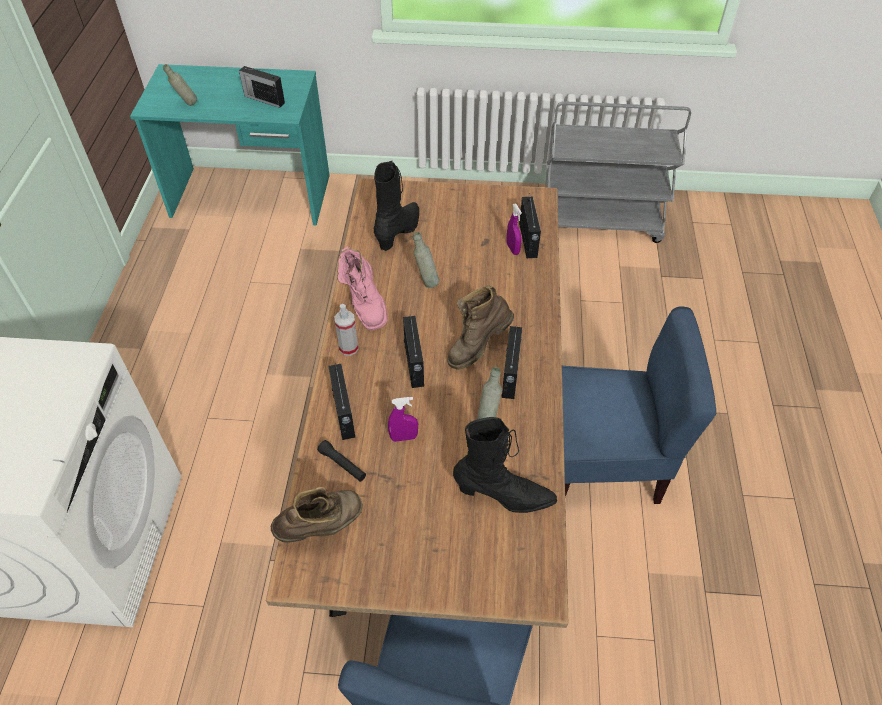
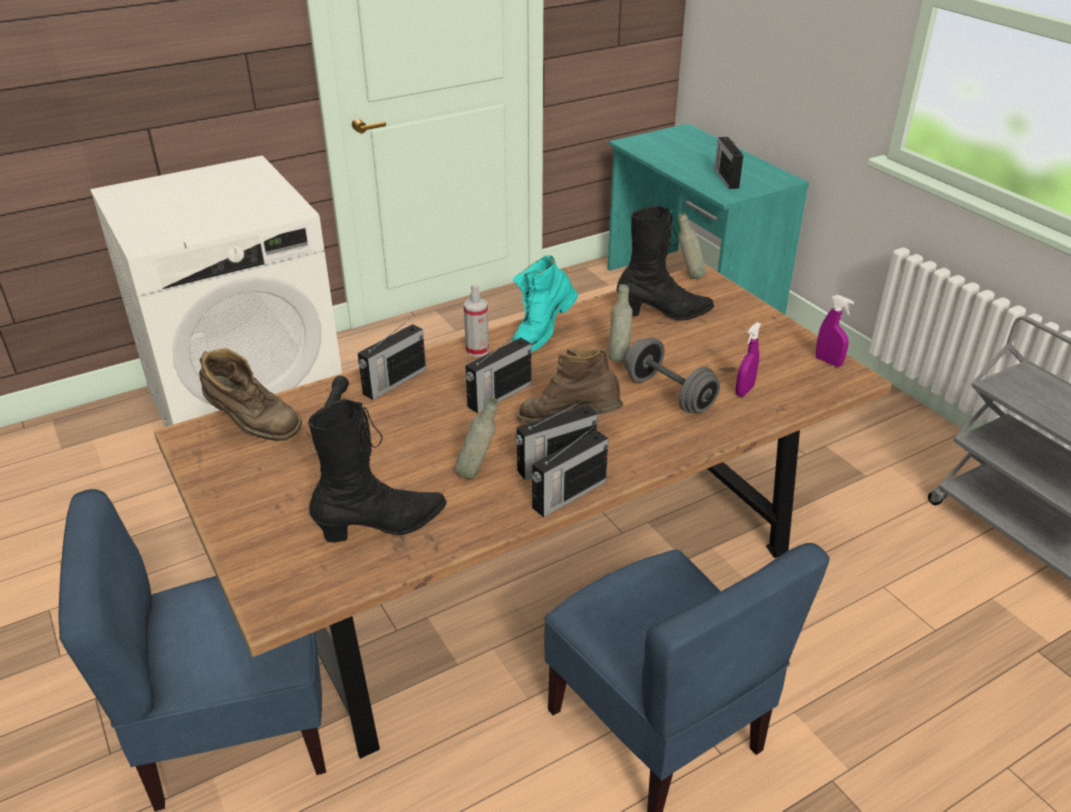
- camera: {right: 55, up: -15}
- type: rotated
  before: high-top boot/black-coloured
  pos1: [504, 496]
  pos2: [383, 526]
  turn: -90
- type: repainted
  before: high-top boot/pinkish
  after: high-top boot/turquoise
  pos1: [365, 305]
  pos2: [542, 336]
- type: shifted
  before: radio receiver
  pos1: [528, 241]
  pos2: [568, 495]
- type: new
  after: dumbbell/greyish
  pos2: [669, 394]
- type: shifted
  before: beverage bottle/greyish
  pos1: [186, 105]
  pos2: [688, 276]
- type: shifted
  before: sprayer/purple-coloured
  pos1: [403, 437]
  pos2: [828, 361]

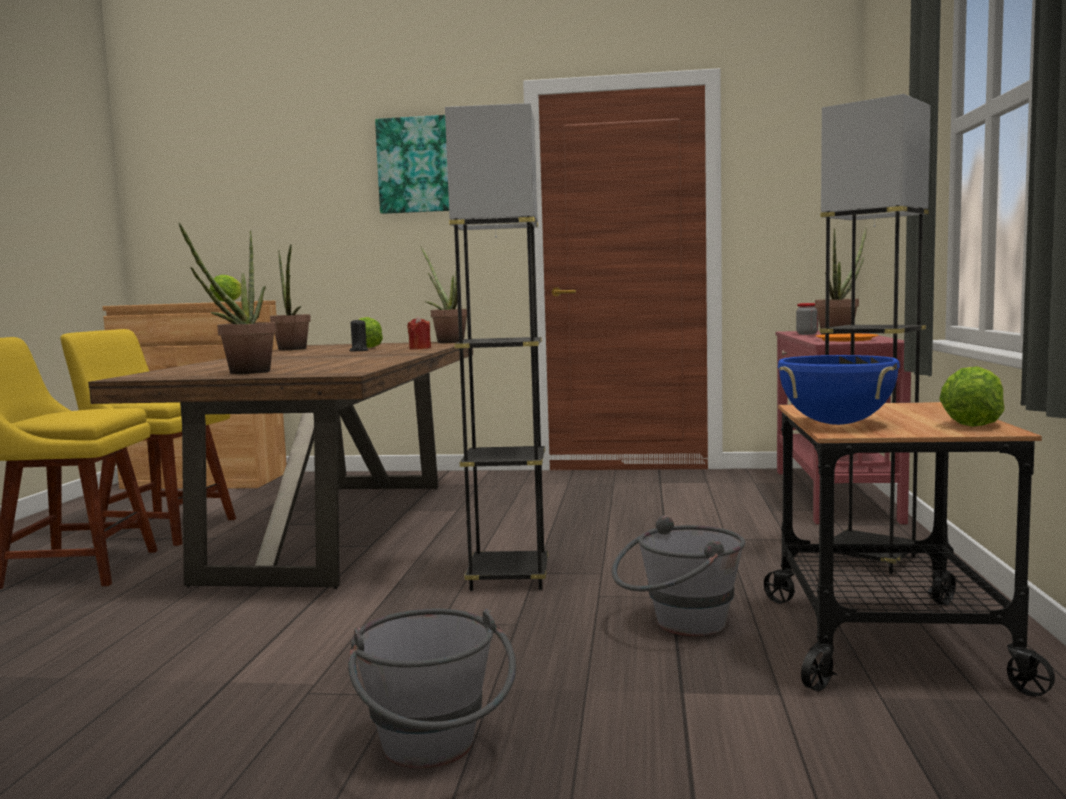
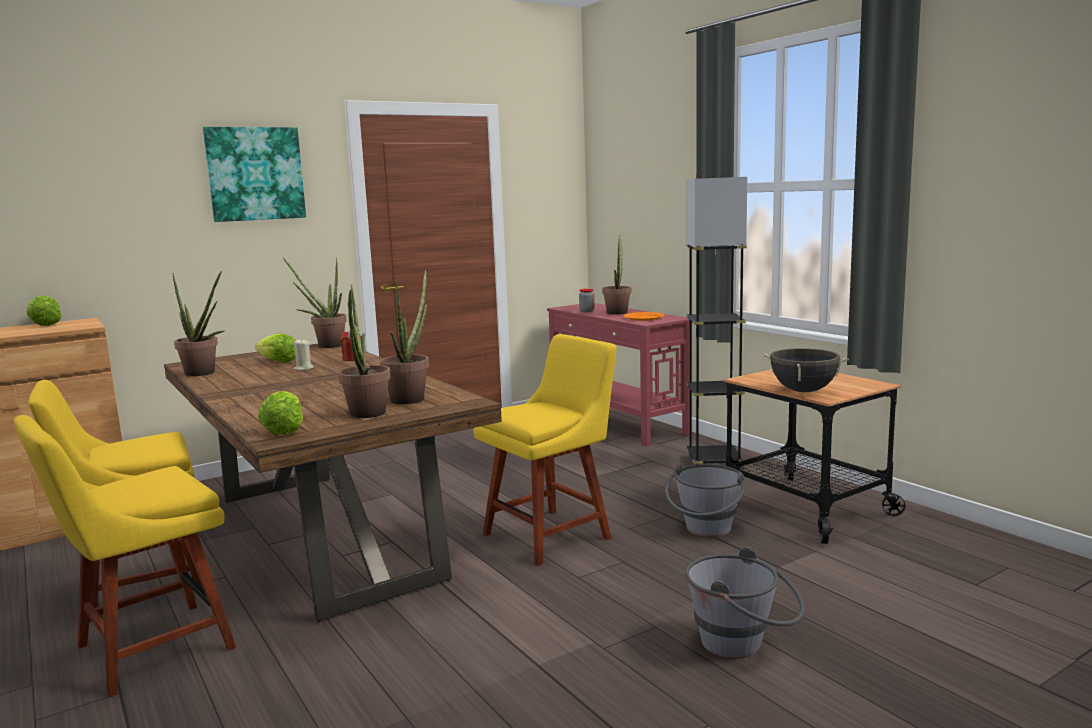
- camera: {right: -40, up: 5}
- type: shifted
  before: lettuce
  pos1: [973, 423]
  pos2: [284, 431]
- type: repainted
  before: candle/black-coloured
  after: candle/sand-coloured
  pos1: [359, 351]
  pos2: [303, 369]
- type: new
  after: potted plant
  pos2: [411, 398]
- type: swapped
  before: floor lamp/greyish
  after: upright chair/yellow-coloured
  pos1: [508, 578]
  pos2: [551, 534]
- type: repainted
  before: stockpot/blue
  after: stockpot/black-coloured
  pos1: [836, 423]
  pos2: [803, 391]

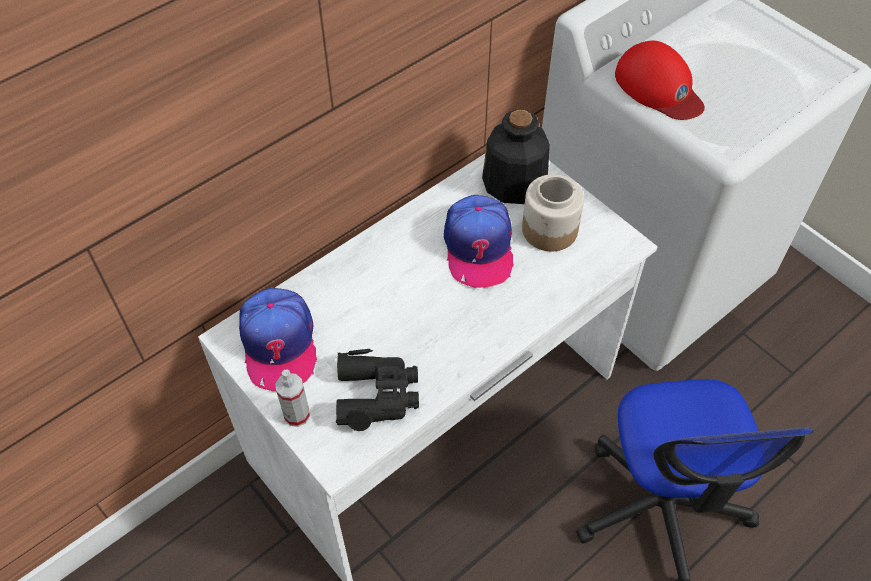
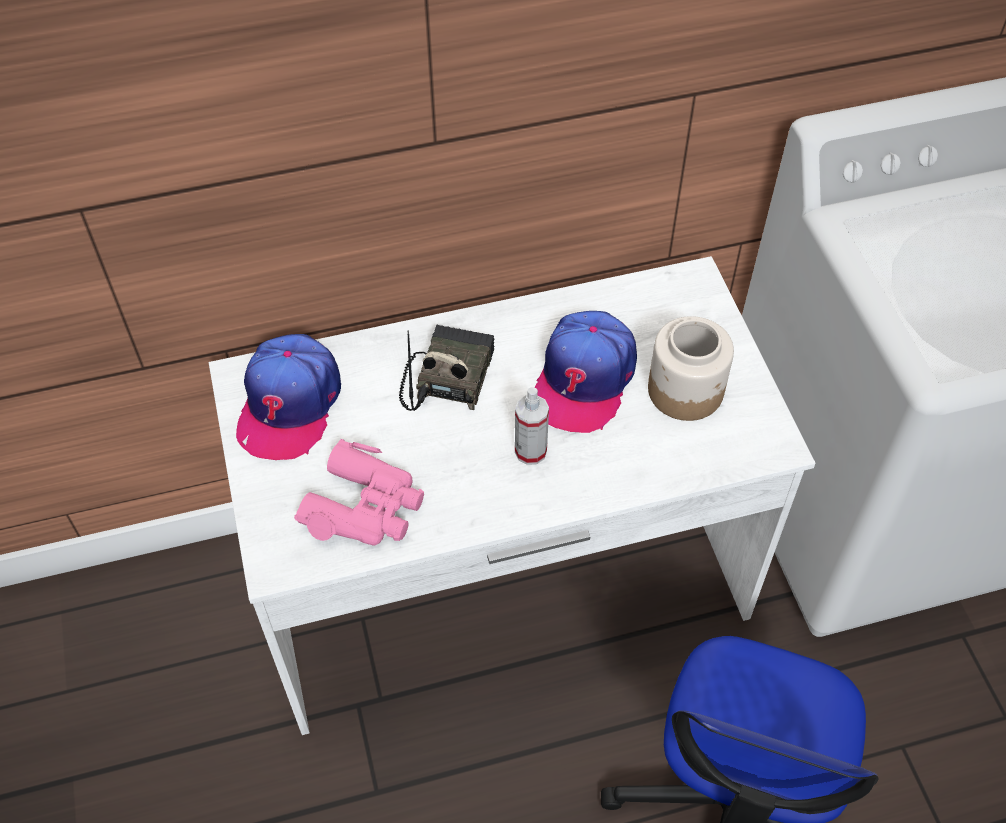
- camera: {right: 25, up: 0}
- type: repainted
  before: field glasses/black-coloured
  after: field glasses/pinkish
  pos1: [377, 394]
  pos2: [365, 506]
- type: new
  after: radio receiver
  pos2: [447, 377]
- type: shifted
  before: sprayer
  pos1: [297, 415]
  pos2: [530, 451]
- type: gone
  before: beverage bottle
  pos1: [514, 182]
- type: gone
  before: cap/red-coloured
  pos1: [658, 88]

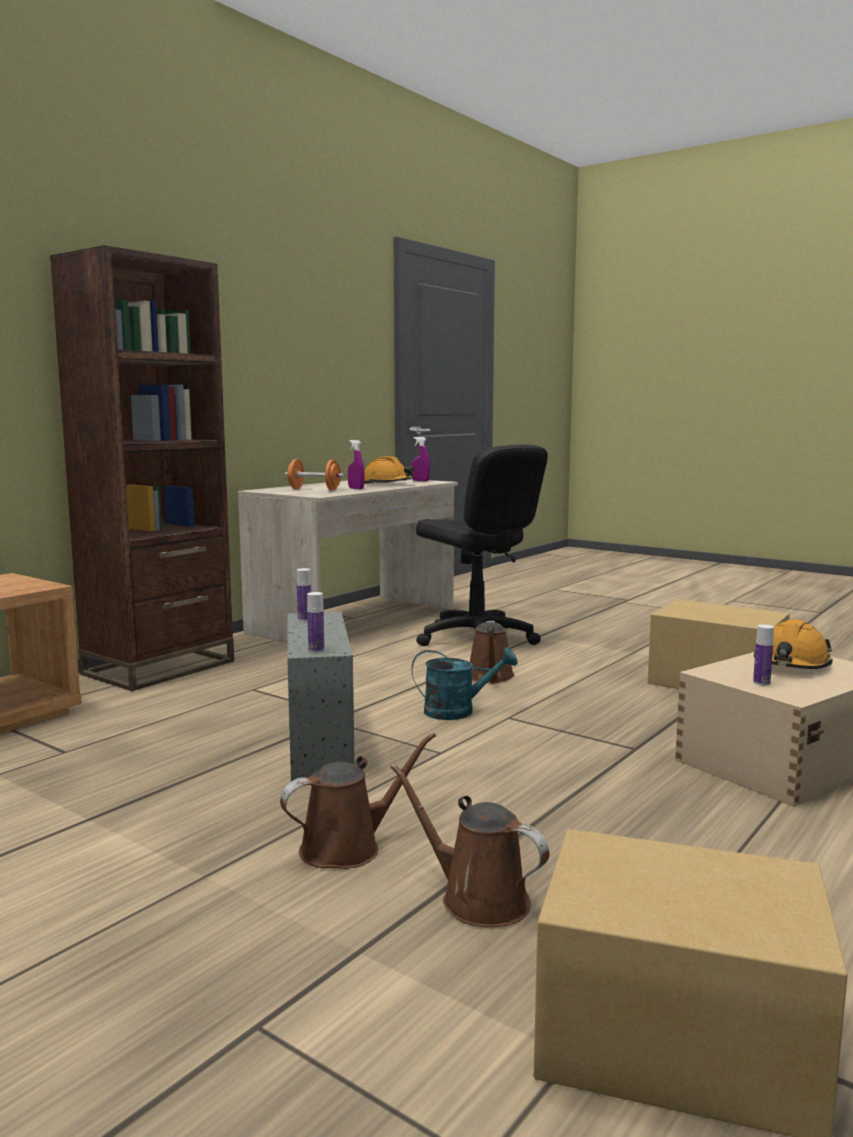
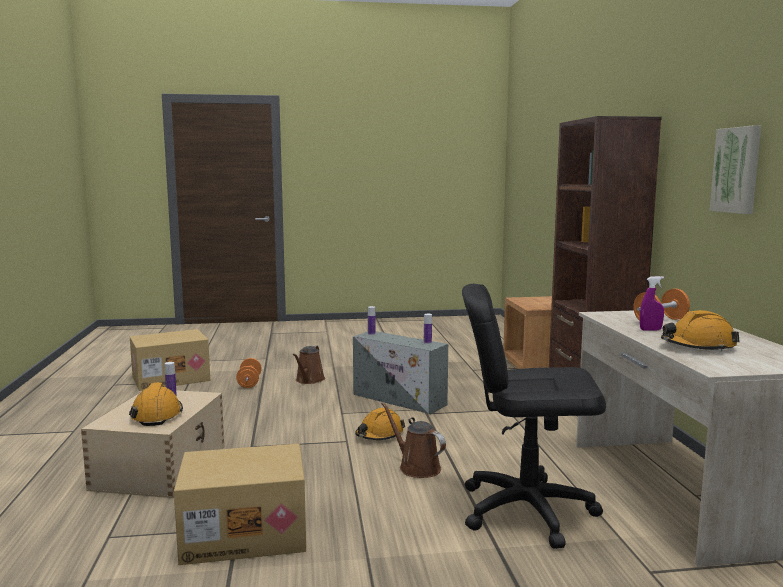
- camera: {right: 135, up: 0}
- type: swapped
  before: watering can/brown
  after: dumbbell/orange
  pos1: [477, 899]
  pos2: [249, 383]
- type: swapped
  before: watering can/turquoise
  after: work helmet/orange
  pos1: [458, 711]
  pos2: [379, 435]
- type: new
  after: wall art
  pos2: [737, 170]
- type: gone
  before: sprayer/purple-coloured
  pos1: [420, 481]

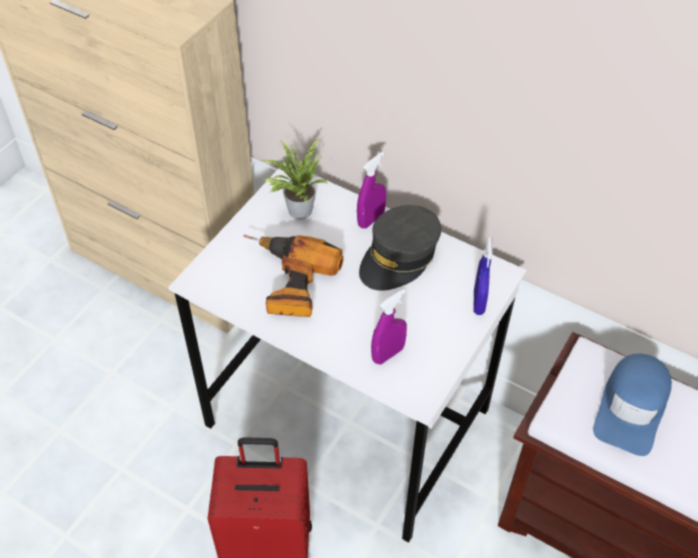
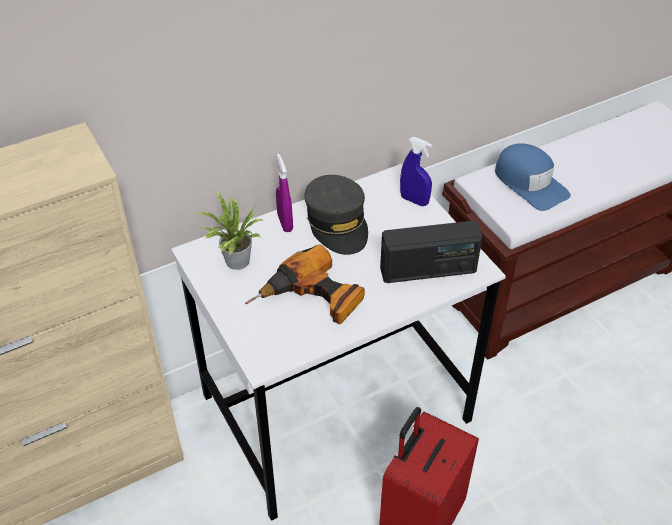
- camera: {right: -60, up: -5}
- type: swapped
  before: sprayer/purple-coloured
  after: radio receiver
  pos1: [388, 354]
  pos2: [428, 270]

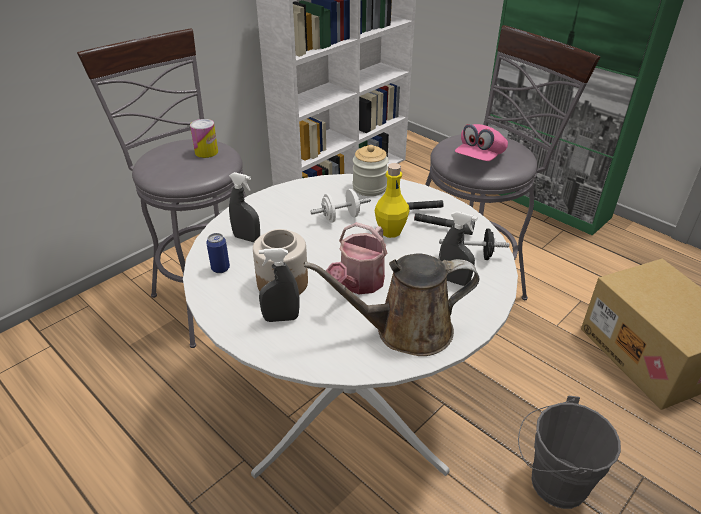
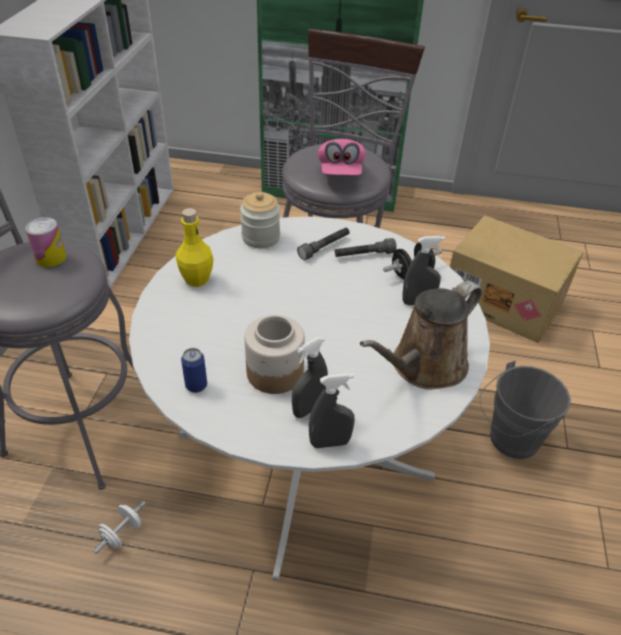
- camera: {right: -35, up: 5}
- type: shifted
  before: dumbbell/white
  pos1: [340, 217]
  pos2: [122, 533]
- type: shifted
  before: beverage bottle/yellow-coloured
  pos1: [390, 231]
  pos2: [197, 279]
- type: shifted
  before: sprayer/greyish
  pos1: [247, 238]
  pos2: [330, 442]
- type: gone
  before: watering can
  pos1: [358, 284]

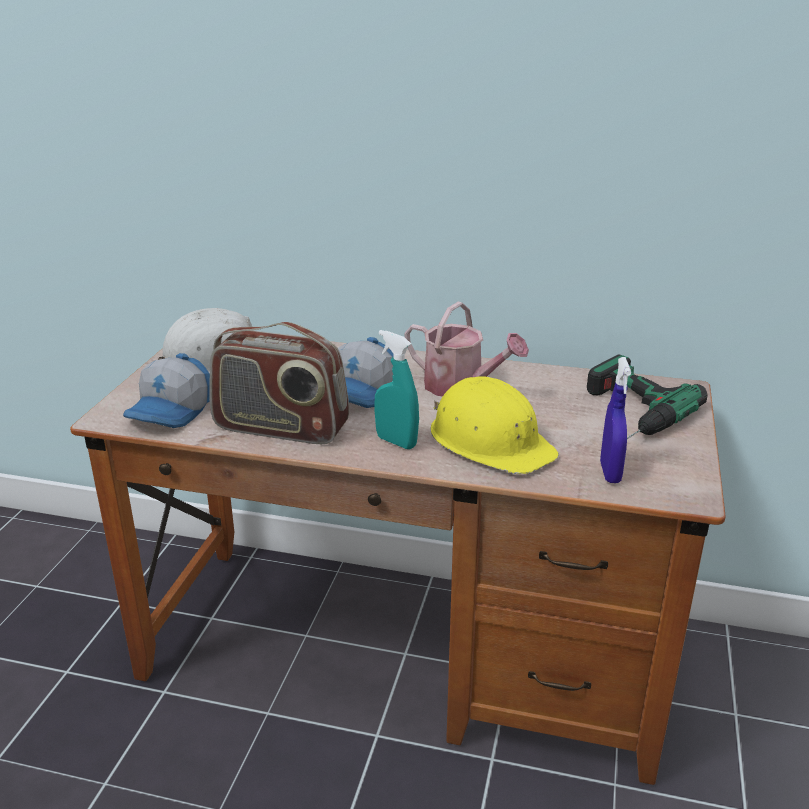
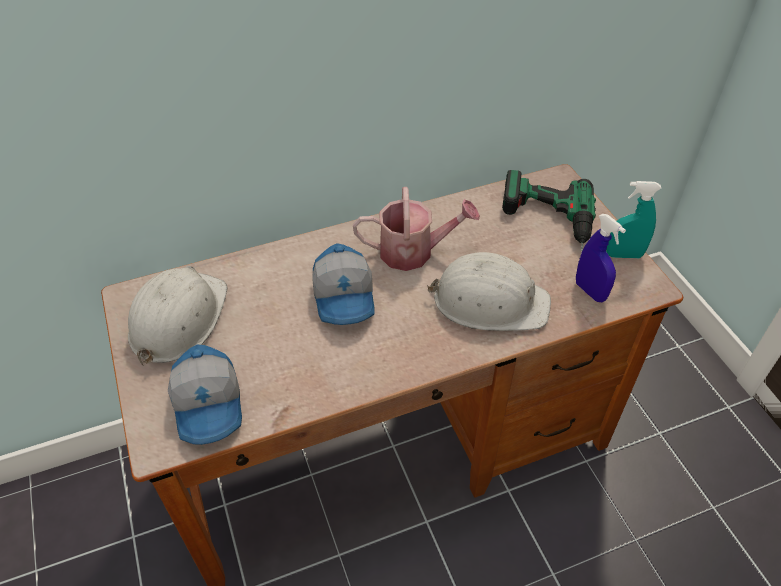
- camera: {right: -35, up: 20}
- type: repainted
  before: work helmet/yellow-coloured
  after: work helmet/white
  pos1: [490, 441]
  pos2: [489, 301]
- type: shifted
  before: sprayer/turquoise
  pos1: [396, 442]
  pos2: [623, 255]
- type: gone
  before: radio receiver
  pos1: [280, 428]

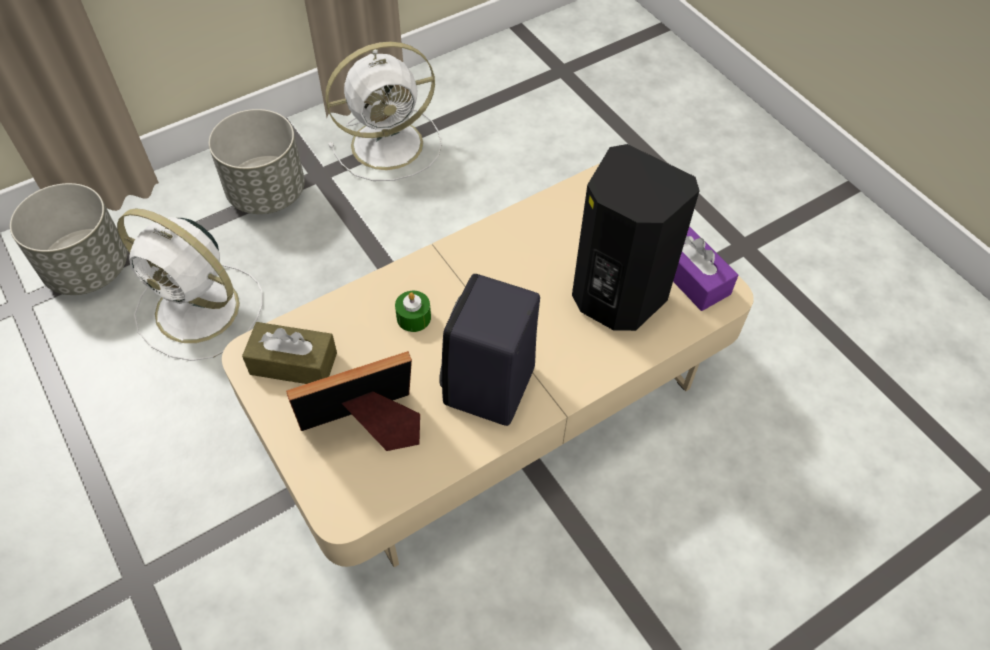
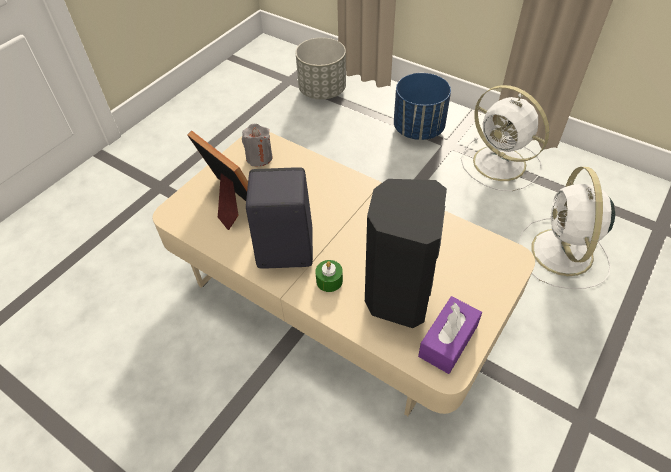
- camera: {right: 70, up: -5}
- type: swapped
  before: tissue holder/brown
  after: candle/greyish
  pos1: [293, 363]
  pos2: [259, 157]
- type: shifted
  before: candle/green-coloured
  pos1: [413, 317]
  pos2: [329, 281]
- type: repainted
  before: flower pot/greyish
  after: flower pot/blue
  pos1: [267, 192]
  pos2: [419, 129]
- type: shifted
  before: cooling fan/white
  pos1: [201, 310]
  pos2: [562, 254]

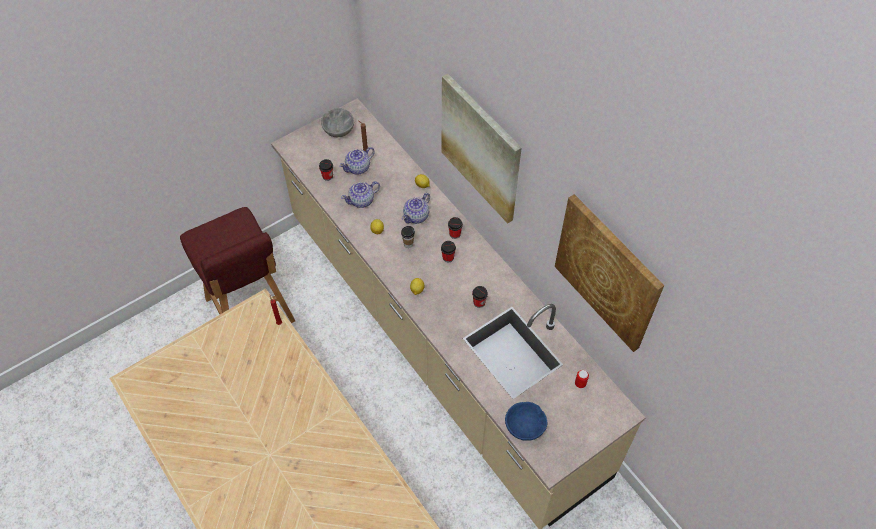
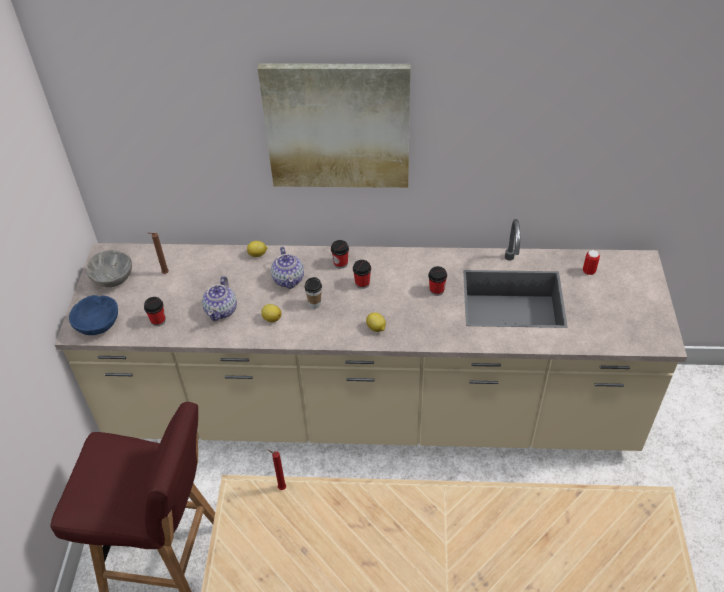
- camera: {right: -50, up: -10}
- type: shifted
  before: deep dish/blue
  pos1: [525, 427]
  pos2: [98, 325]
- type: gone
  before: tea pot
  pos1: [358, 167]
- type: gone
  before: wall art
  pos1: [607, 273]

